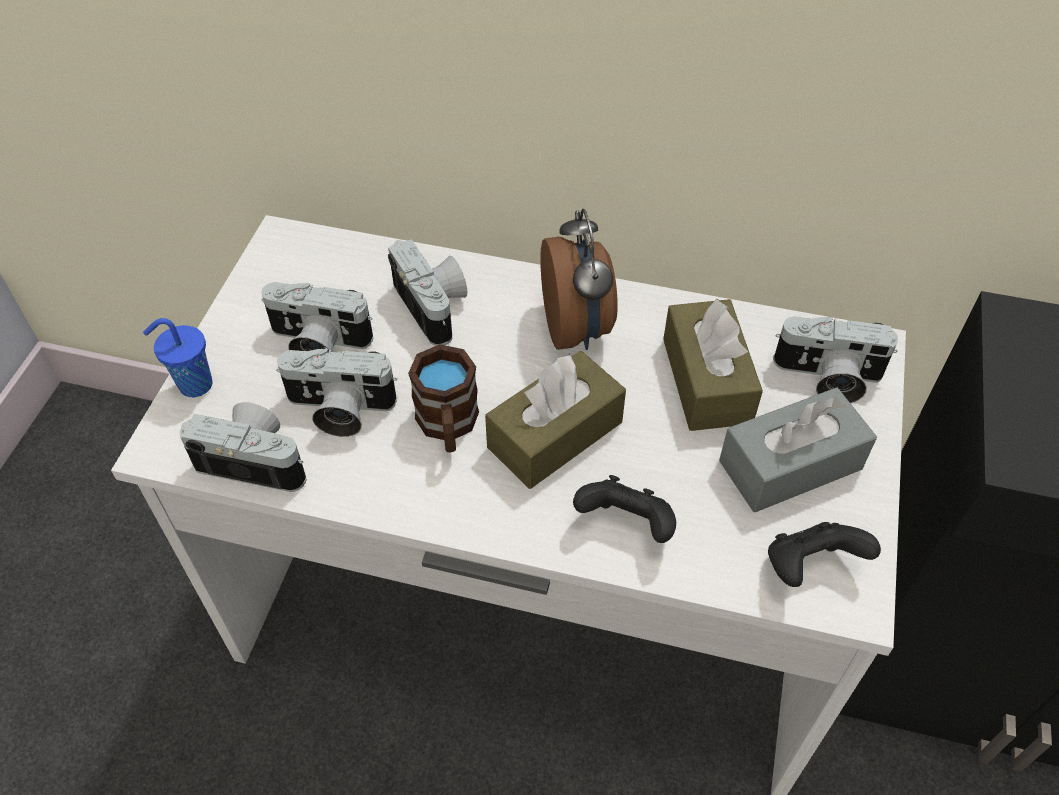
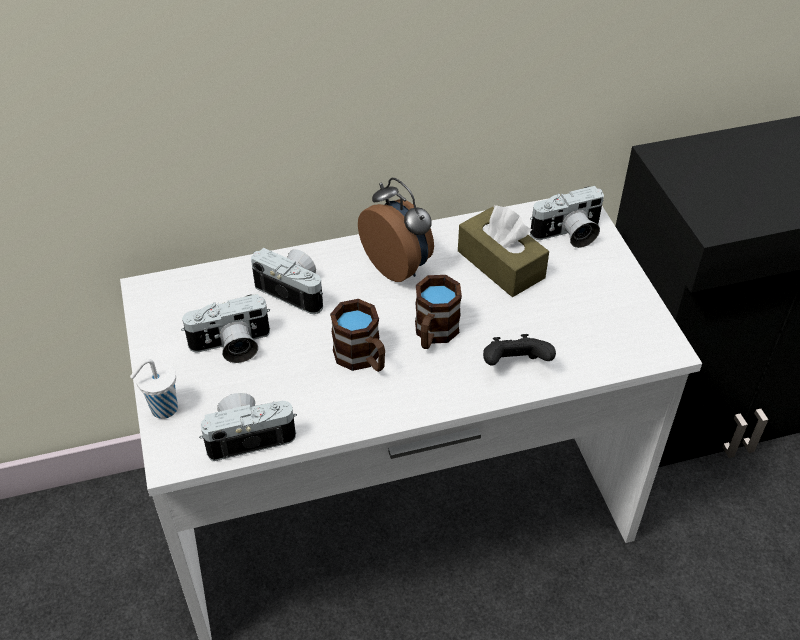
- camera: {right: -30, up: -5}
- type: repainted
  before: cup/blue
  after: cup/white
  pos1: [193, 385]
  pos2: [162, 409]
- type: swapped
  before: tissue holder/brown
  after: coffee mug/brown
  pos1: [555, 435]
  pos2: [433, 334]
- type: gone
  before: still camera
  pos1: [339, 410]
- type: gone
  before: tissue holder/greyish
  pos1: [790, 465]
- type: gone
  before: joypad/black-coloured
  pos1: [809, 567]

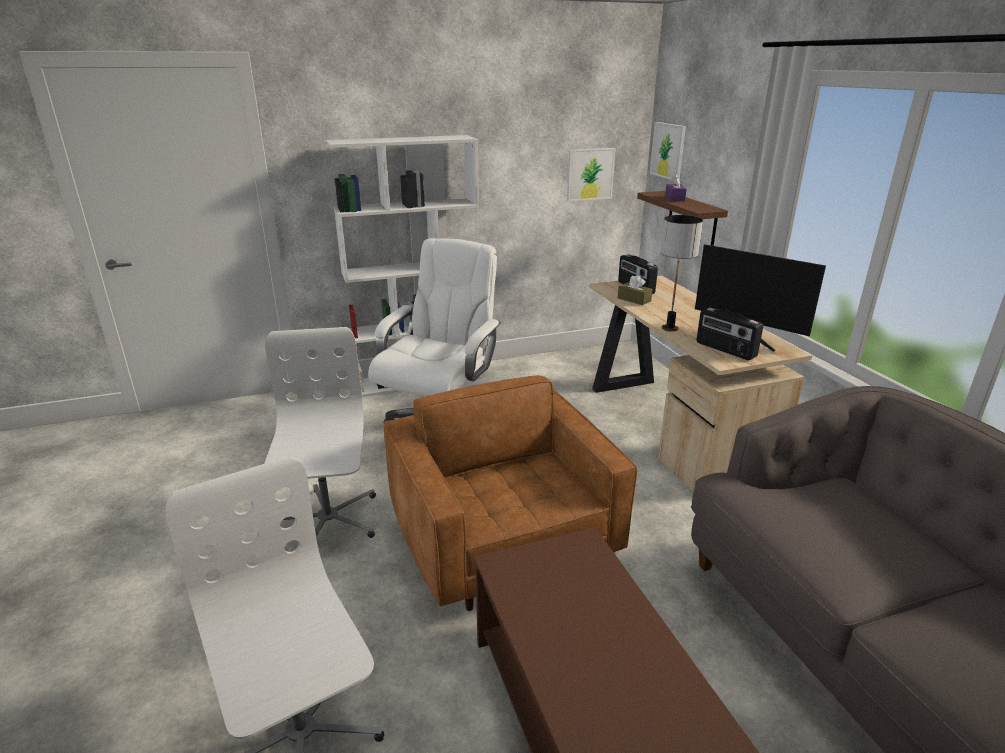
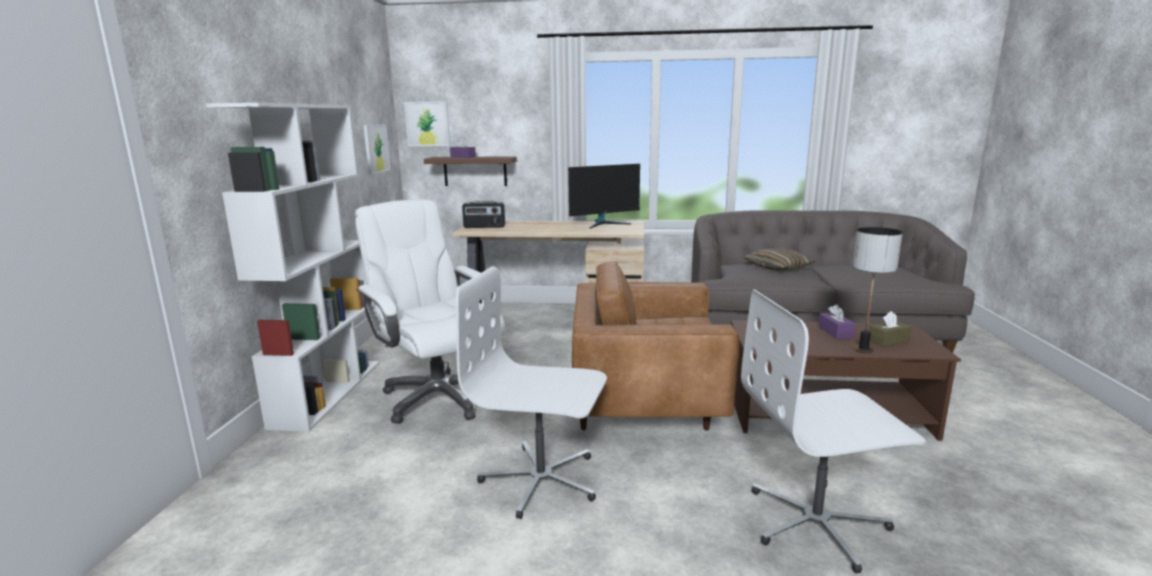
- camera: {right: -65, up: -10}
- type: new
  after: pillow
  pos2: [777, 268]
- type: new
  after: tissue holder/purple-coloured
  pos2: [835, 332]
- type: shifted
  before: tabletop lamp
  pos1: [669, 328]
  pos2: [863, 350]
- type: shifted
  before: tissue holder/brown
  pos1: [634, 299]
  pos2: [888, 340]
- type: gone
  before: radio receiver
  pos1: [725, 350]

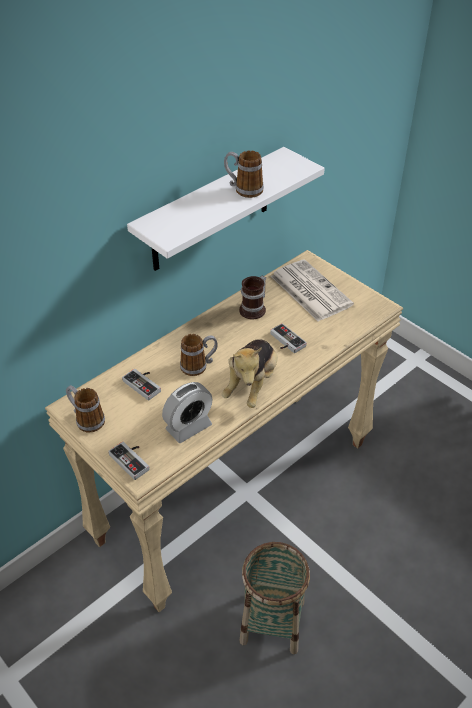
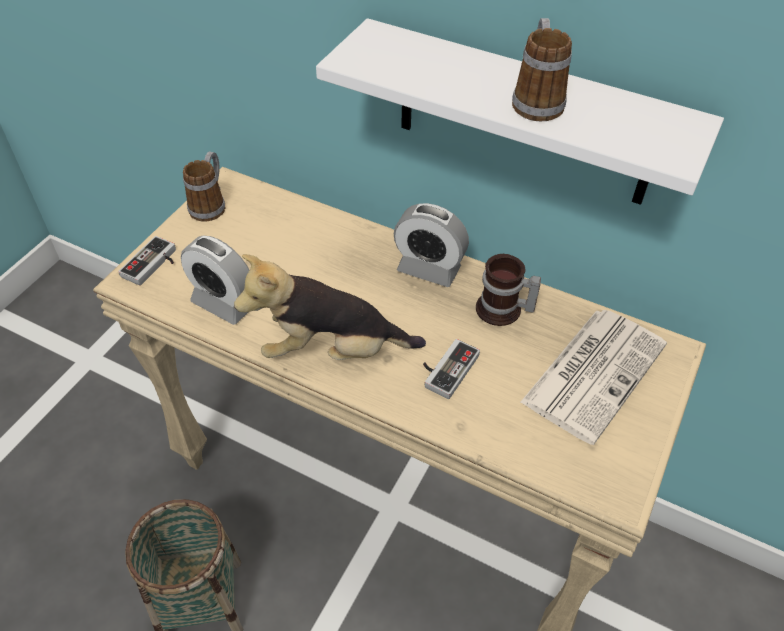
- camera: {right: 70, up: 5}
- type: new
  after: bedside clock
  pos2: [429, 269]
- type: gone
  before: joypad
  pos1: [144, 384]
- type: gone
  before: coffee mug
  pos1: [199, 366]

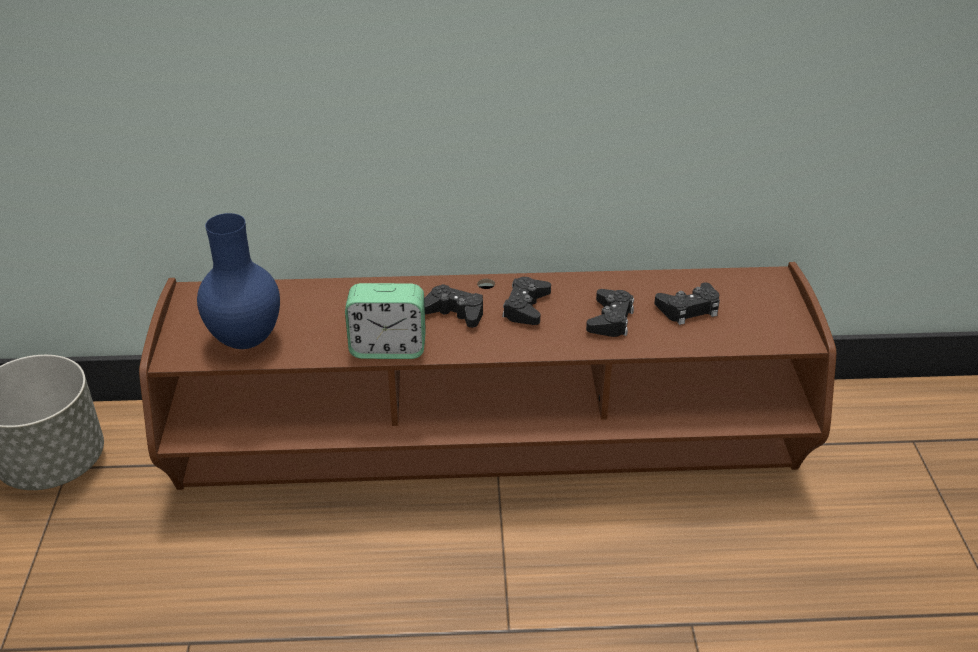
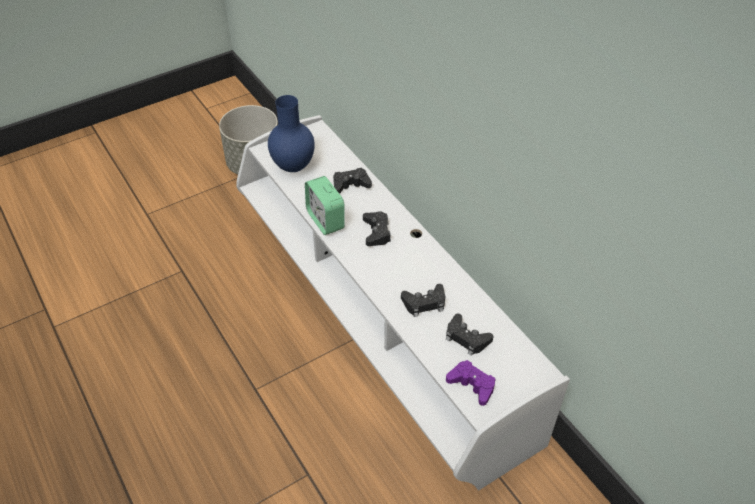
- camera: {right: 60, up: 10}
- type: repainted
  before: tv stand/brown
  after: tv stand/white
  pos1: [490, 452]
  pos2: [378, 322]
- type: shifted
  before: joypad/black-coloured
  pos1: [526, 307]
  pos2: [351, 185]
- type: new
  after: joypad/purple-coloured
  pos2: [472, 385]

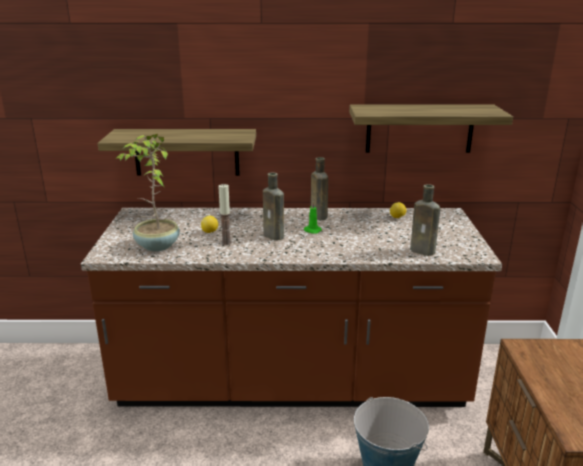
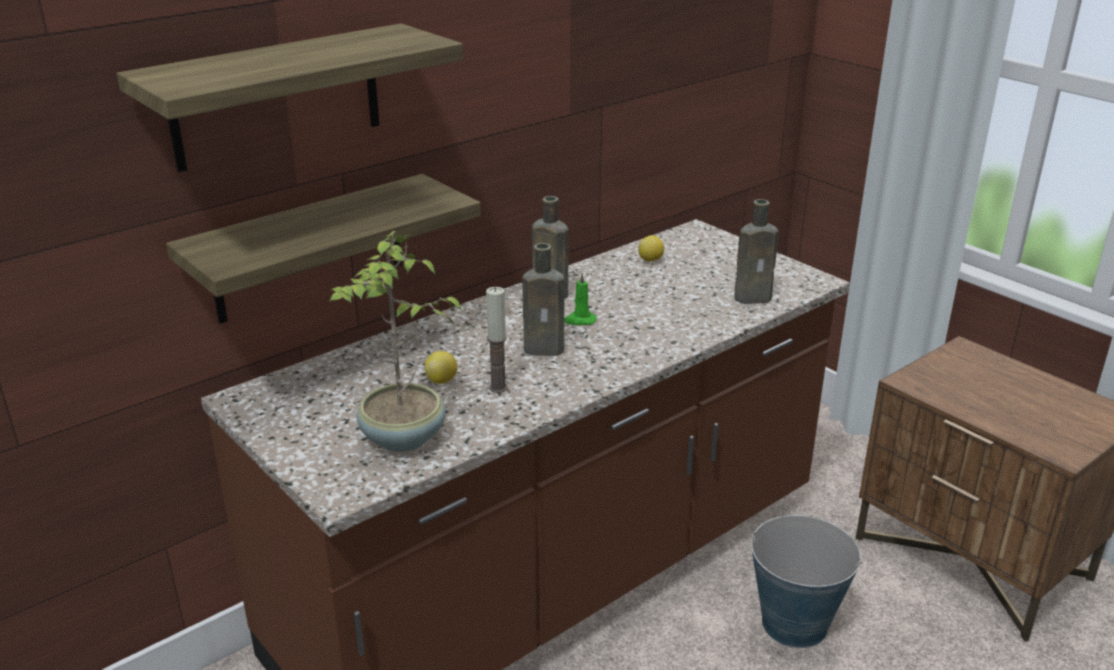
- camera: {right: -40, up: 5}
- type: shifted
  before: shelf
  pos1: [419, 128]
  pos2: [276, 97]

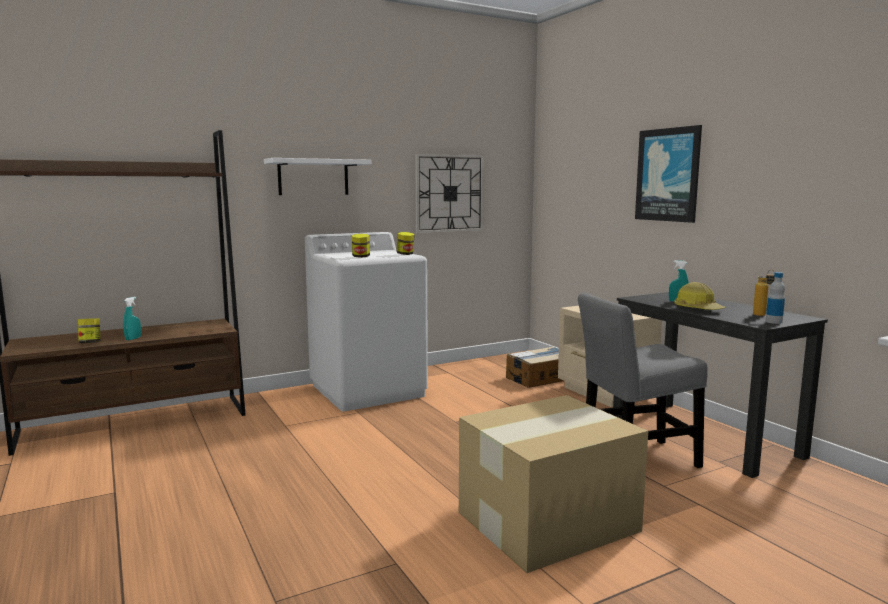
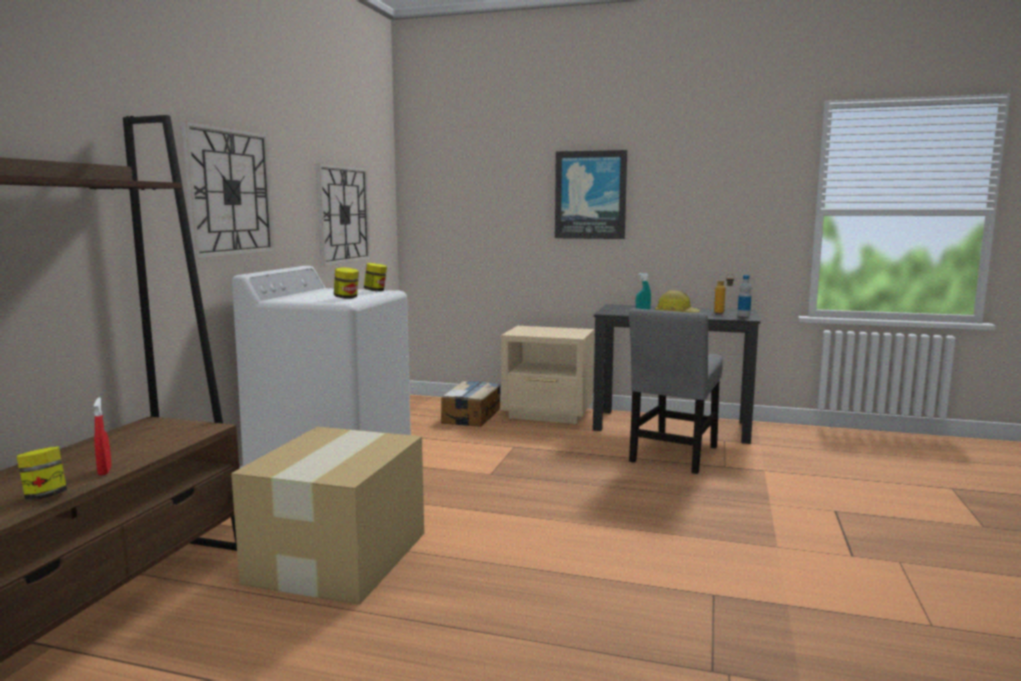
- camera: {right: -45, up: 0}
- type: repainted
  before: sprayer/turquoise
  after: sprayer/red-coloured
  pos1: [133, 339]
  pos2: [104, 471]
- type: swapped
  before: shelf/white
  after: clock on the wall
  pos1: [313, 177]
  pos2: [229, 192]
- type: shifted
  before: packing box
  pos1: [550, 521]
  pos2: [340, 556]

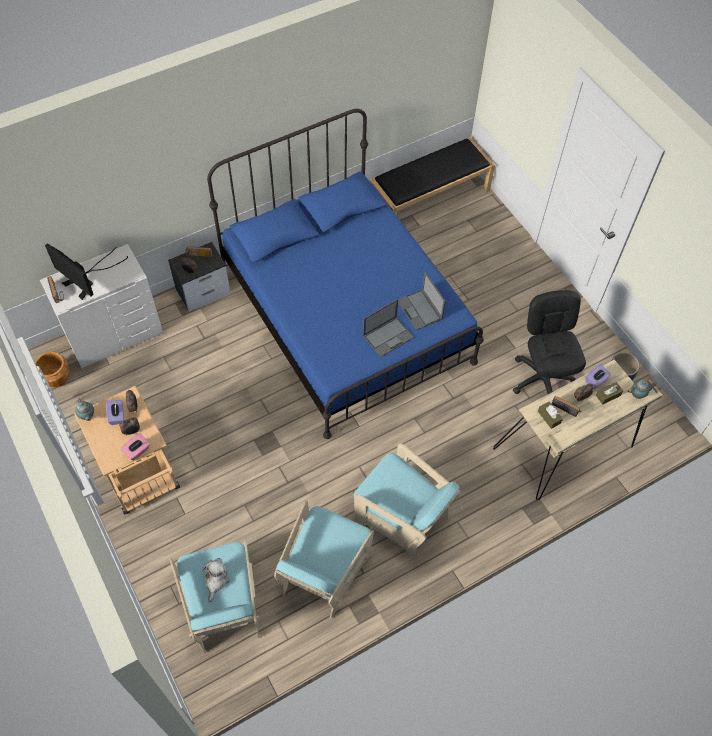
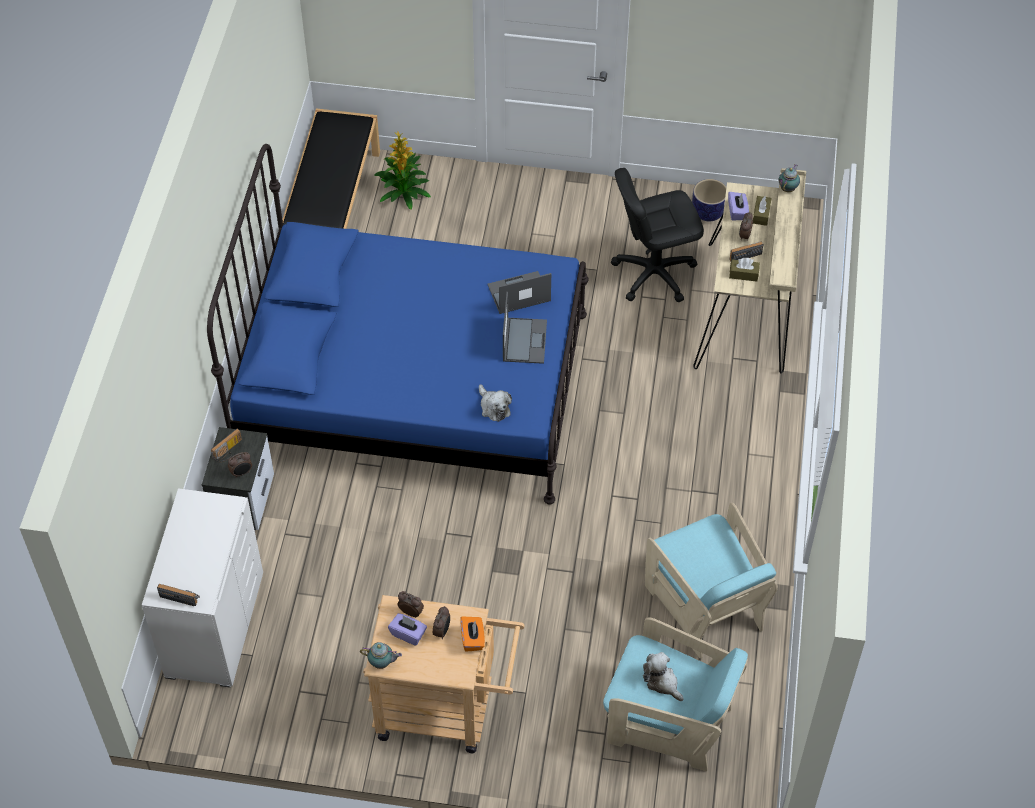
- camera: {right: -50, up: -5}
- type: new
  after: potted plant
  pos2: [403, 191]
- type: repainted
  before: tissue holder/pinkish
  after: tissue holder/orange
  pos1: [137, 451]
  pos2: [472, 639]
- type: new
  after: soft toy
  pos2: [494, 407]
- type: rotated
  before: notebook computer
  pos1: [420, 310]
  pos2: [518, 293]
  turn: 150
- type: rotated
  before: desk chair/black-coloured
  pos1: [542, 378]
  pos2: [653, 273]
  turn: -45
- type: gone
  before: flower pot/brown
  pos1: [56, 378]
- type: gone
  before: computer display
  pos1: [87, 280]
- type: gone
  before: armchair/turquoise
  pos1: [402, 517]

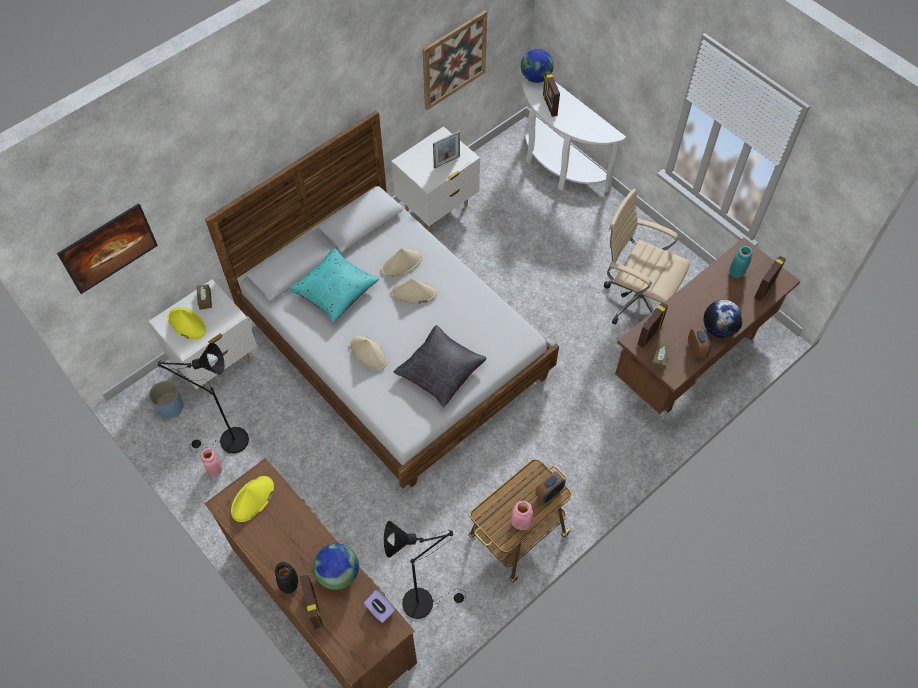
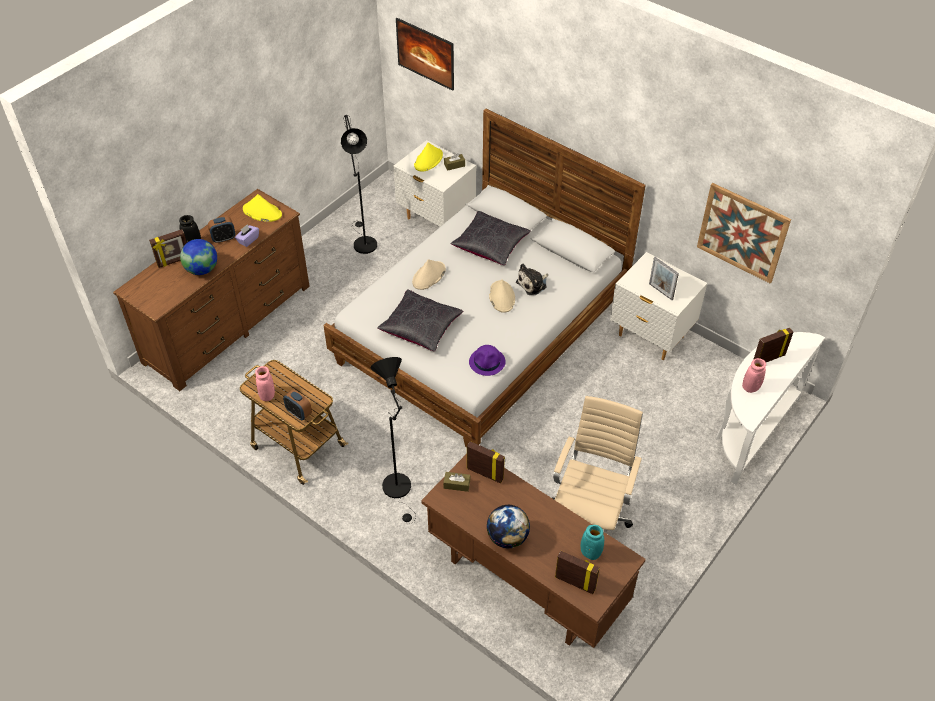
- camera: {right: 80, up: -10}
- type: shifted
  before: bedside clock
  pos1: [696, 349]
  pos2: [223, 238]
- type: shifted
  before: tissue holder/purple-coloured
  pos1: [380, 610]
  pos2: [248, 240]
- type: shifted
  before: floor lamp/black-coloured
  pos1: [424, 601]
  pos2: [399, 490]
- type: repainted
  before: pillow/turquoise
  after: pillow/black-coloured
  pos1: [335, 290]
  pos2: [490, 245]
- type: new
  after: clothing hat/purple-coloured
  pos2: [487, 362]
- type: swapped
  before: clothing hat/sand-coloured
  after: soft toy
  pos1: [402, 263]
  pos2: [533, 284]
- type: shifted
  before: decorative vase/pinkish
  pos1: [215, 469]
  pos2: [750, 387]
- type: gone
  before: flower pot/blue
  pos1: [170, 407]
- type: gone
  before: world globe
  pos1: [536, 77]

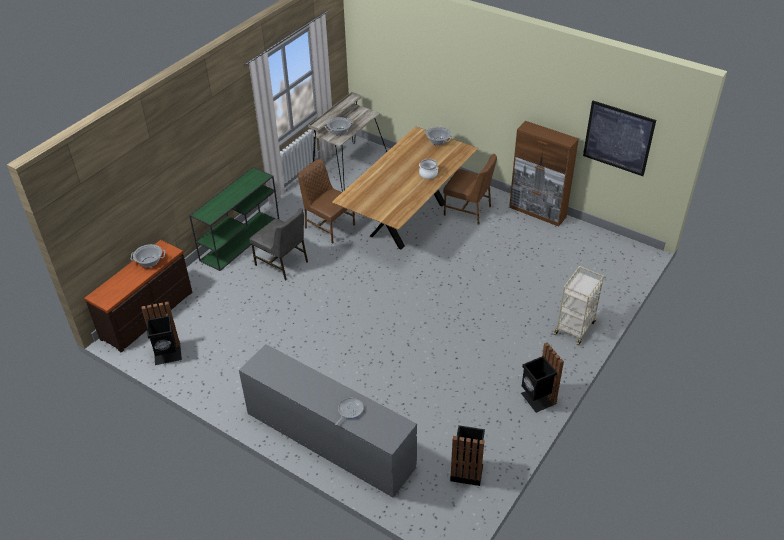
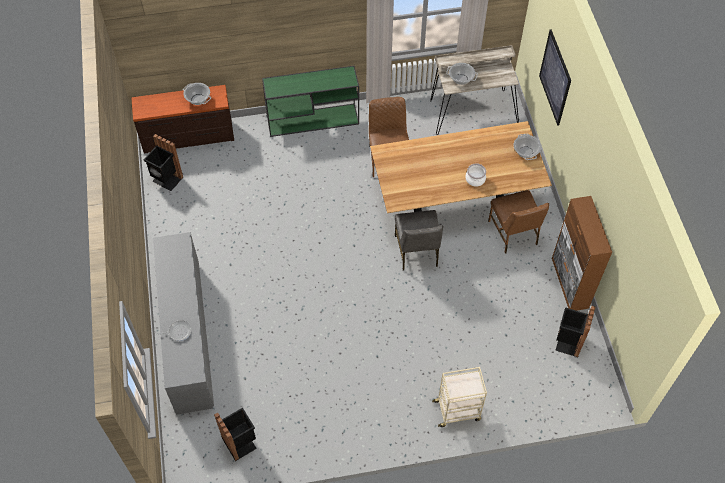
- camera: {right: 45, up: 15}
- type: shifted
  before: upright chair/greyish
  pos1: [282, 263]
  pos2: [416, 251]
- type: shifted
  before: wall art
  pos1: [618, 138]
  pos2: [555, 77]
- type: shifted
  before: rubbish bin/black-coloured
  pos1: [537, 399]
  pos2: [567, 342]

